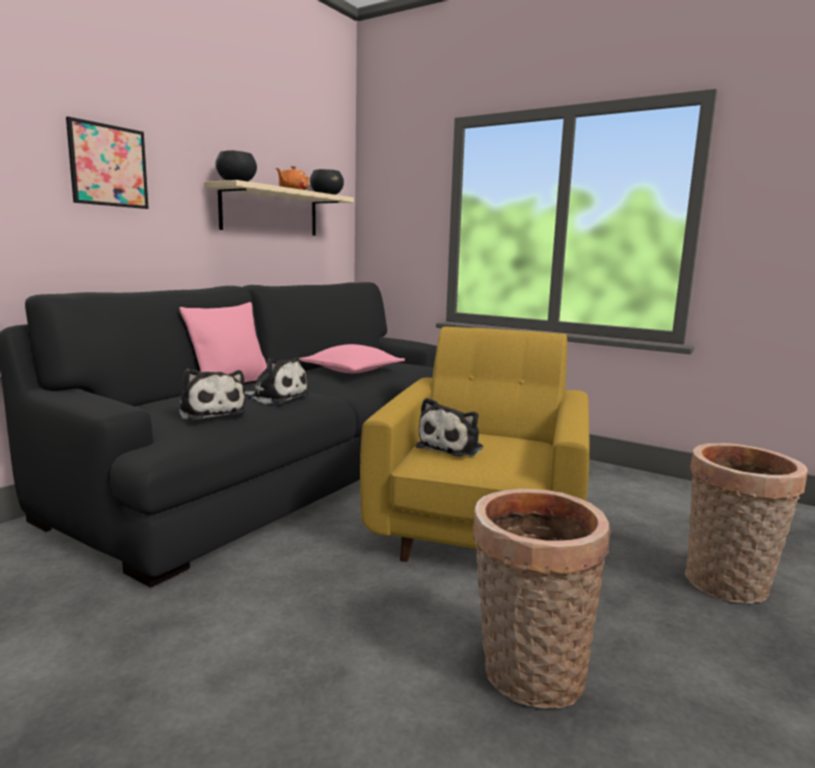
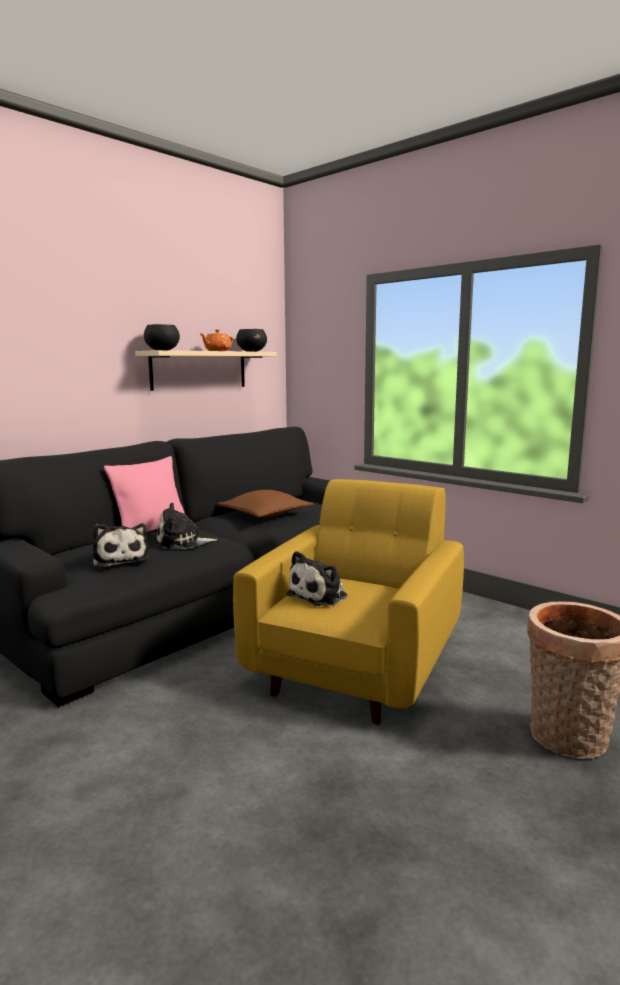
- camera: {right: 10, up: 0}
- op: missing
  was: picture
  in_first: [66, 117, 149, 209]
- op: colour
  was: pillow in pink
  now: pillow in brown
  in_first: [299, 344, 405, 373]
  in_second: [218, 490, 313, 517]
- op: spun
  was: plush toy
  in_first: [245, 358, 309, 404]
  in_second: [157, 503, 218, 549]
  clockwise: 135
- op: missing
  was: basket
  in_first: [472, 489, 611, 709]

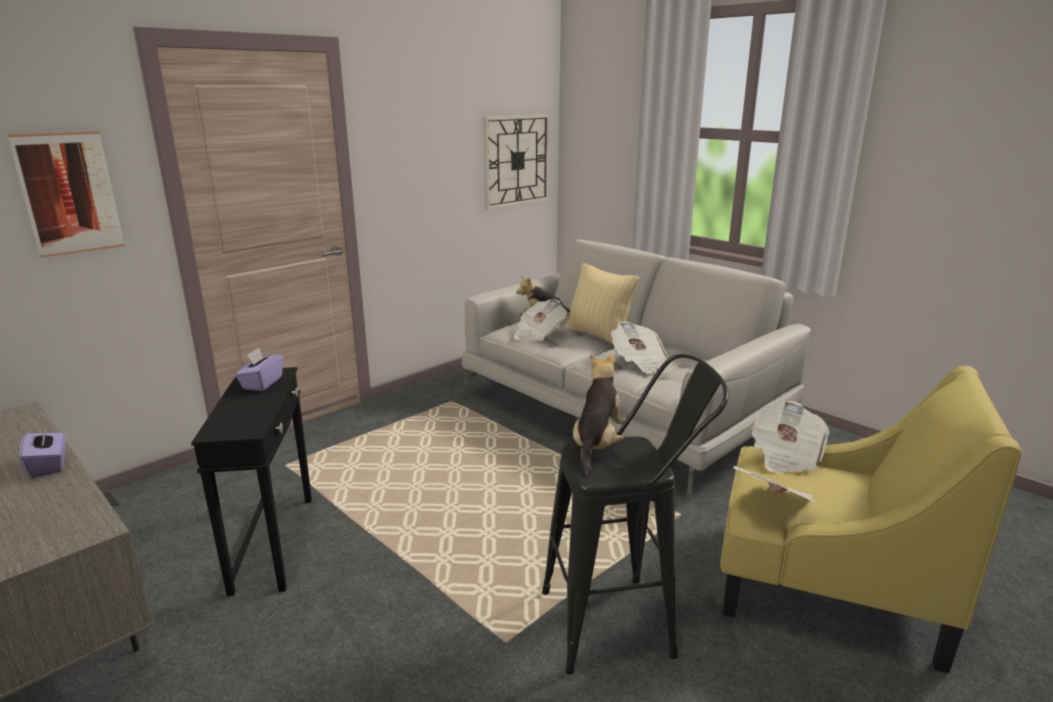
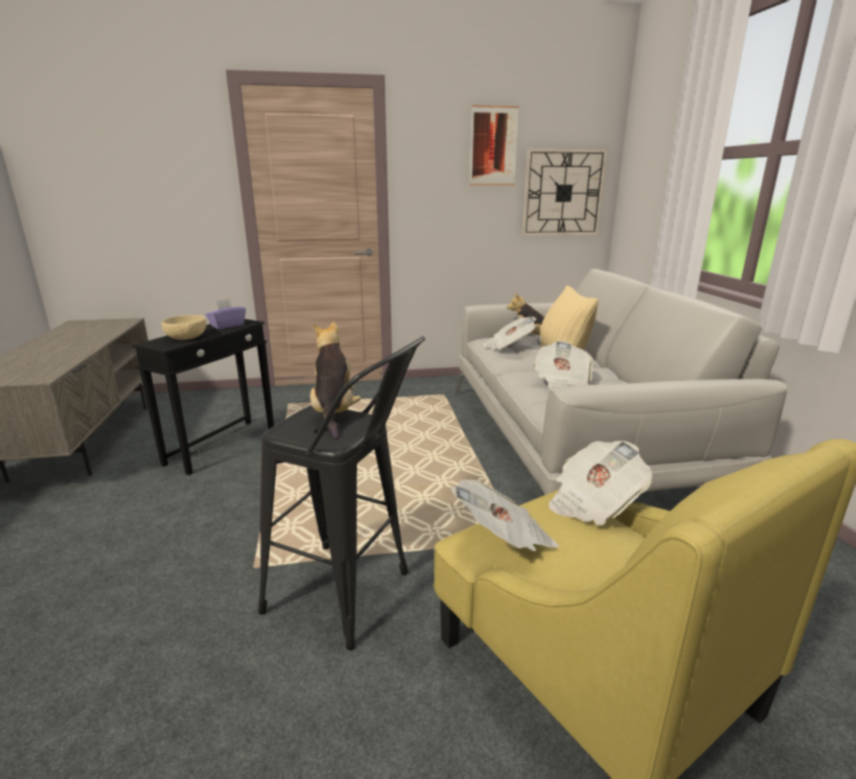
- camera: {right: 35, up: 0}
- op: relocated
  was: picture
  in_first: [8, 131, 125, 258]
  in_second: [470, 105, 519, 185]
- op: spun
  was: plush toy
  in_first: [573, 354, 624, 476]
  in_second: [310, 322, 361, 439]
  clockwise: -60
- op: missing
  was: tissue box in purple
  in_first: [20, 425, 66, 478]
- op: appeared
  now: bowl in beige
  in_second: [162, 315, 206, 340]

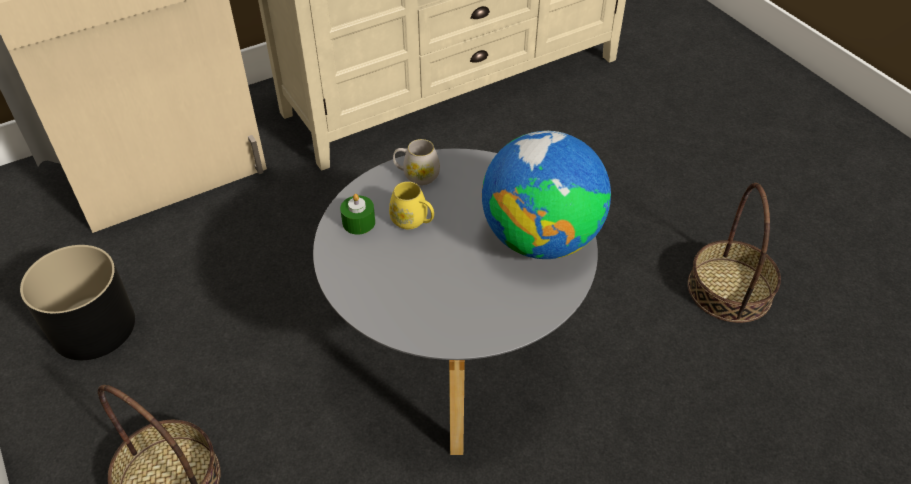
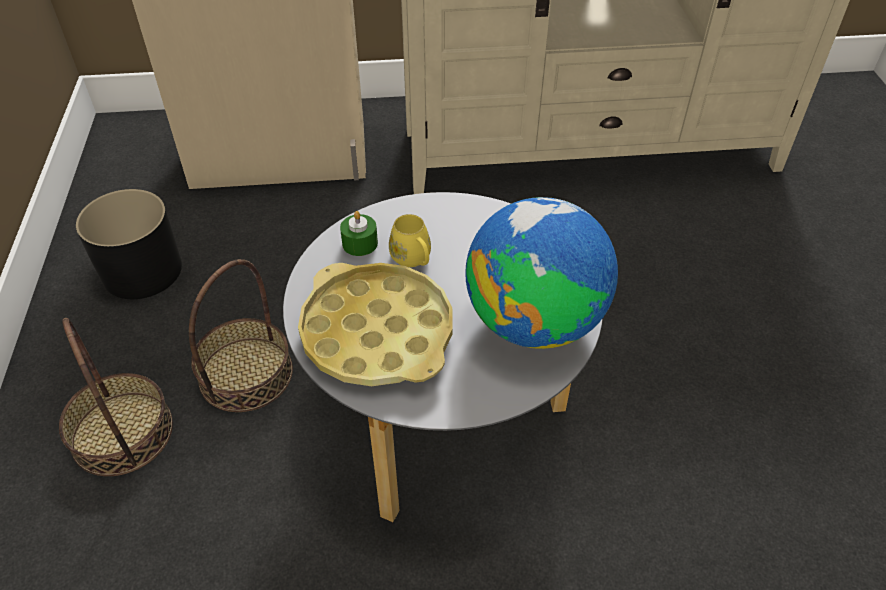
- camera: {right: 25, up: 0}
- op: missing
  was: mug in white
  in_first: [393, 139, 440, 185]
- op: relocated
  was: basket
  in_first: [688, 183, 781, 323]
  in_second: [189, 259, 293, 412]
- op: appeared
  now: tray in yellow
  in_second: [298, 263, 452, 386]

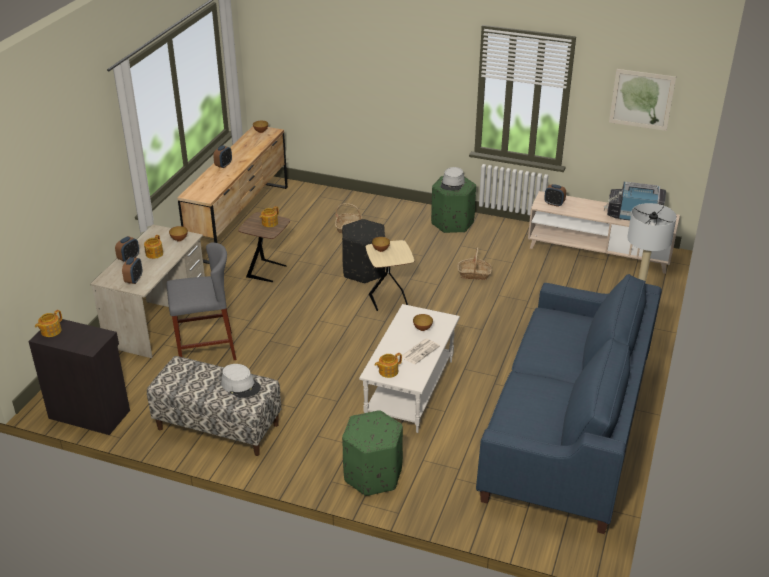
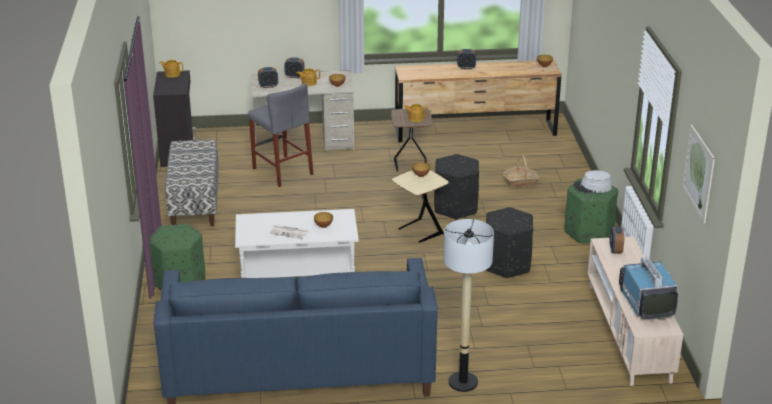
- camera: {right: 65, up: -5}
- op: exchanged
  was: basket
  now: ottoman in black
  in_first: [457, 247, 492, 280]
  in_second: [485, 207, 533, 279]
- op: missing
  was: teapot
  in_first: [375, 353, 402, 378]
- op: missing
  was: hat in grey
  in_first: [221, 364, 261, 398]

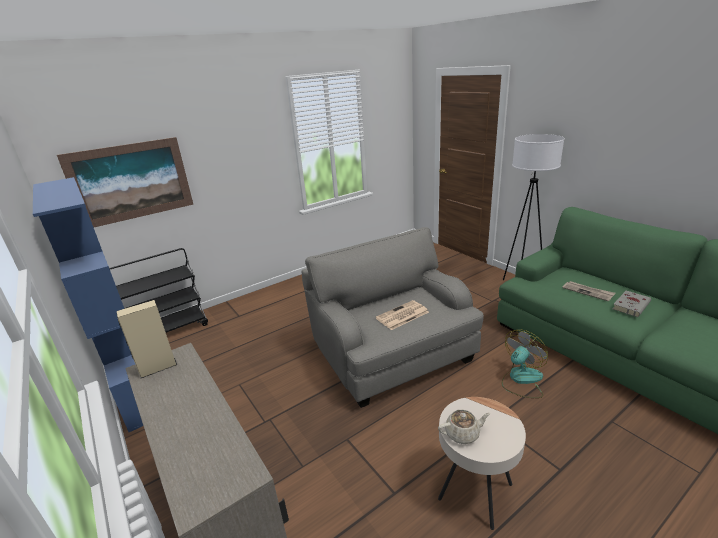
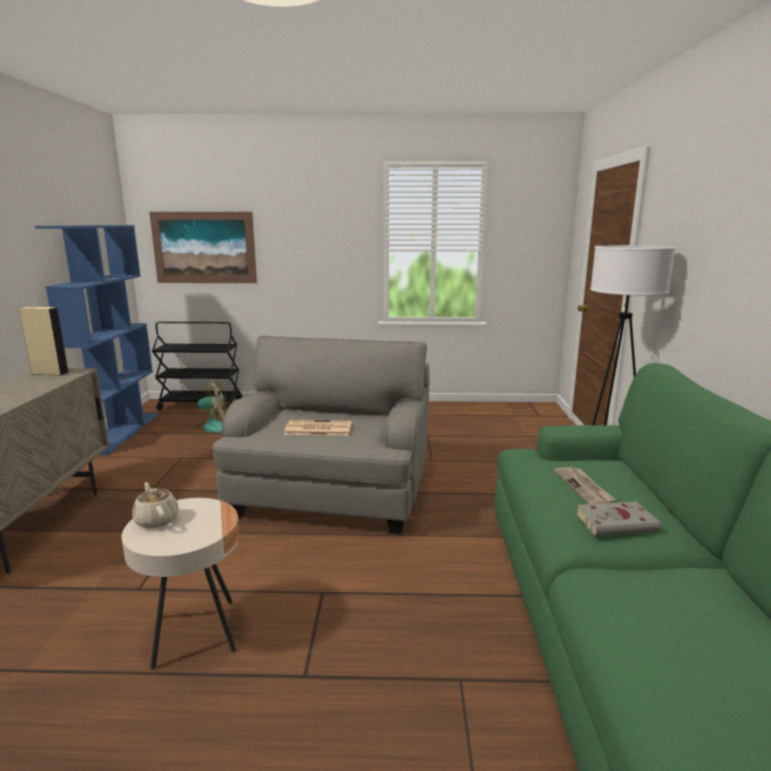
- camera: {right: 35, up: -10}
- op: relocated
  was: fan
  in_first: [502, 329, 548, 398]
  in_second: [187, 381, 228, 438]
- op: spun
  was: teapot in beige
  in_first: [438, 410, 491, 444]
  in_second: [132, 482, 179, 528]
  clockwise: -150

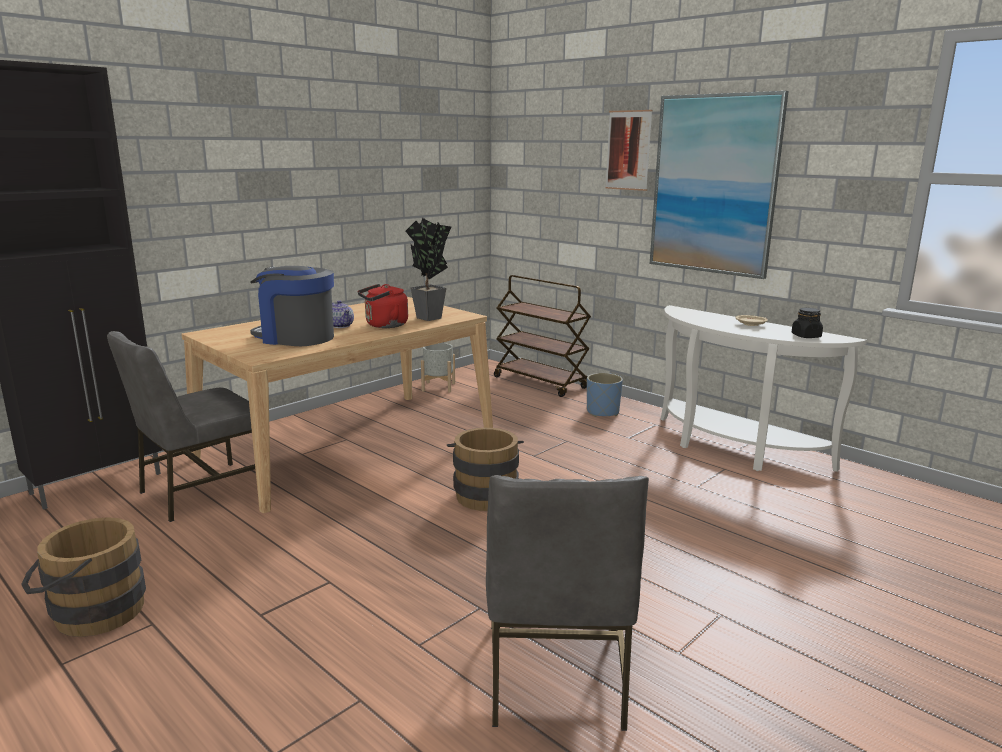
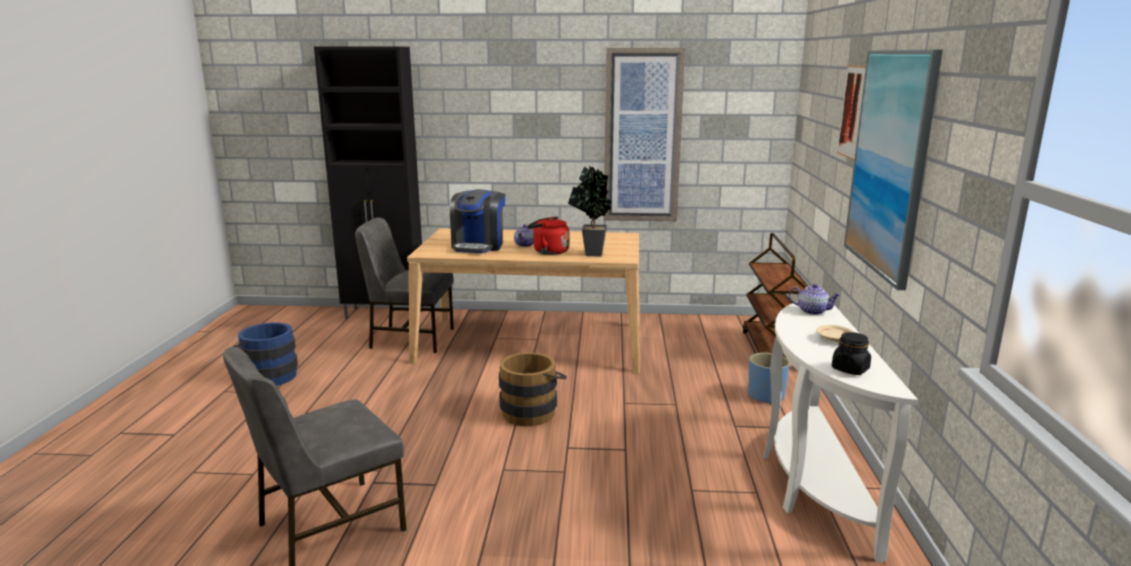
- camera: {right: 50, up: 0}
- op: spun
  was: coffee machine
  in_first: [250, 266, 334, 346]
  in_second: [450, 189, 505, 253]
  clockwise: -150
- op: missing
  was: planter in grey
  in_first: [421, 343, 455, 393]
- op: colour
  was: bucket in brown
  now: bucket in blue
  in_first: [21, 517, 146, 637]
  in_second: [233, 323, 298, 386]
- op: appeared
  now: picture
  in_second: [604, 48, 685, 221]
- op: appeared
  now: teapot
  in_second: [789, 284, 841, 315]

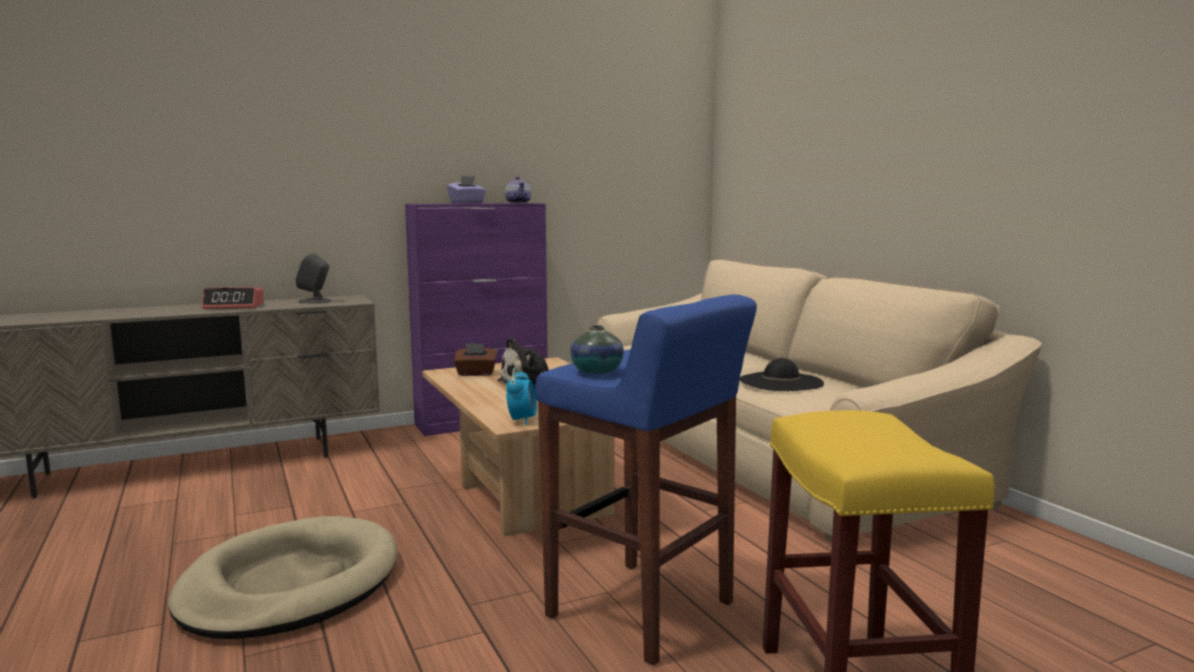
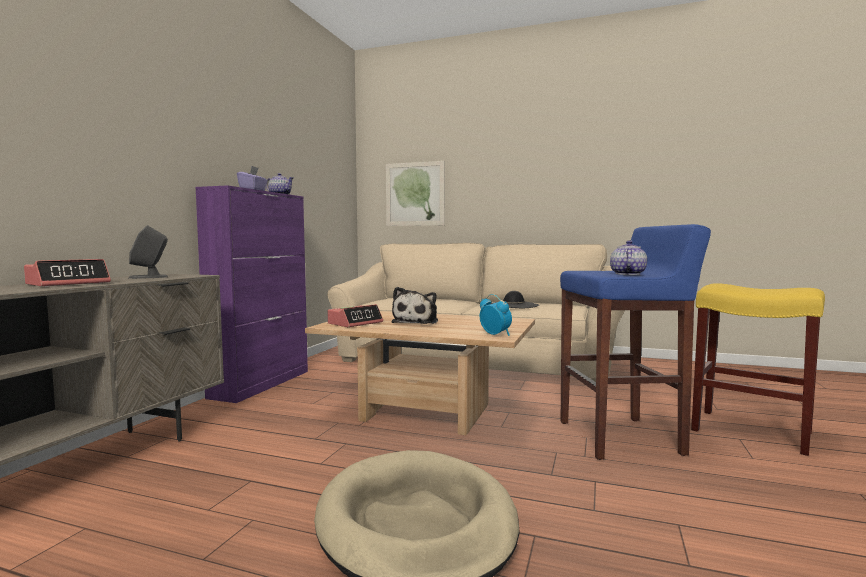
- camera: {right: -45, up: -5}
- op: exchanged
  was: vase
  now: teapot
  in_first: [570, 325, 624, 374]
  in_second: [610, 240, 647, 275]
- op: exchanged
  was: tissue box in brown
  now: alarm clock
  in_first: [454, 343, 497, 376]
  in_second: [327, 304, 383, 327]
- op: appeared
  now: picture
  in_second: [386, 161, 445, 226]

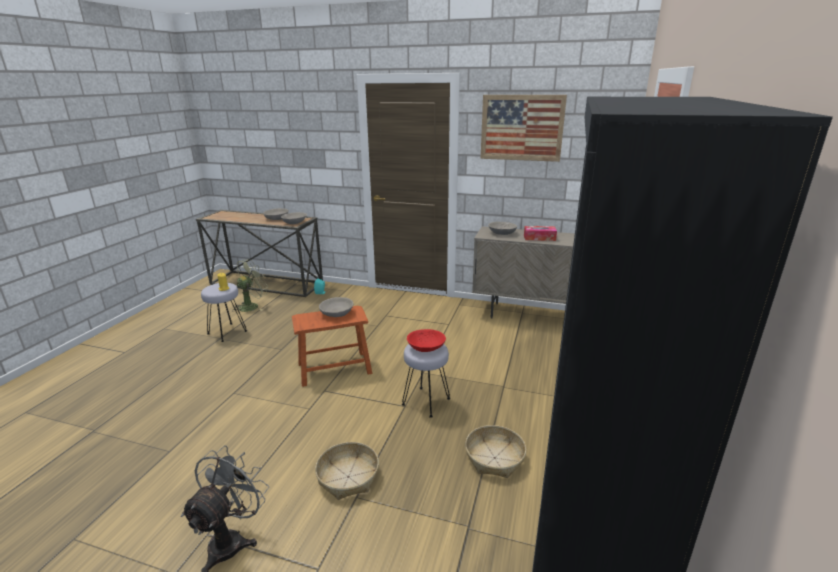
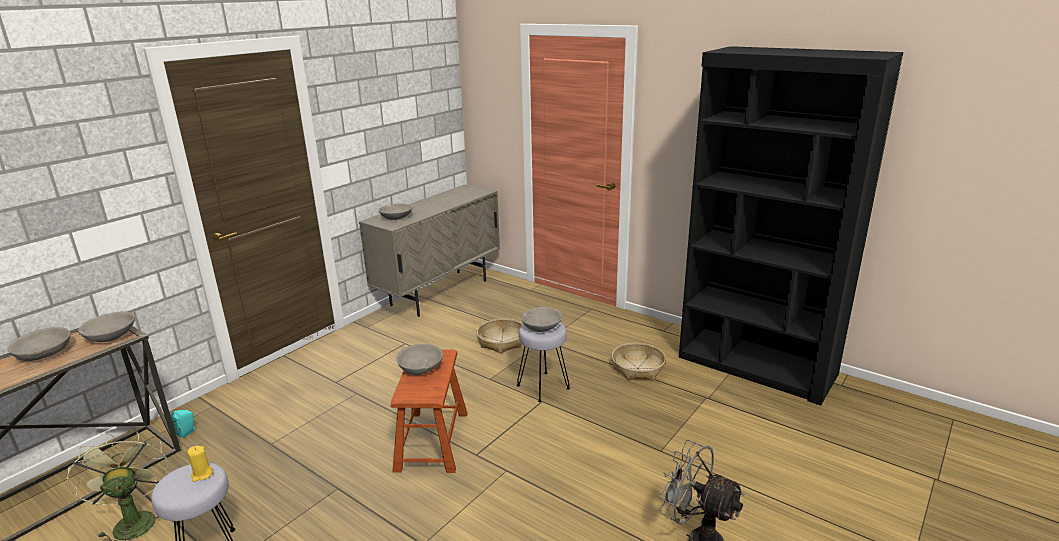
- camera: {right: -70, up: 0}
- op: missing
  was: picture
  in_first: [481, 95, 567, 162]
- op: missing
  was: tissue box
  in_first: [524, 226, 557, 241]
- op: colour
  was: bowl in red
  now: bowl in grey
  in_first: [407, 329, 446, 352]
  in_second: [522, 307, 563, 332]
- op: relocated
  was: basket
  in_first: [315, 442, 379, 500]
  in_second: [477, 319, 523, 353]

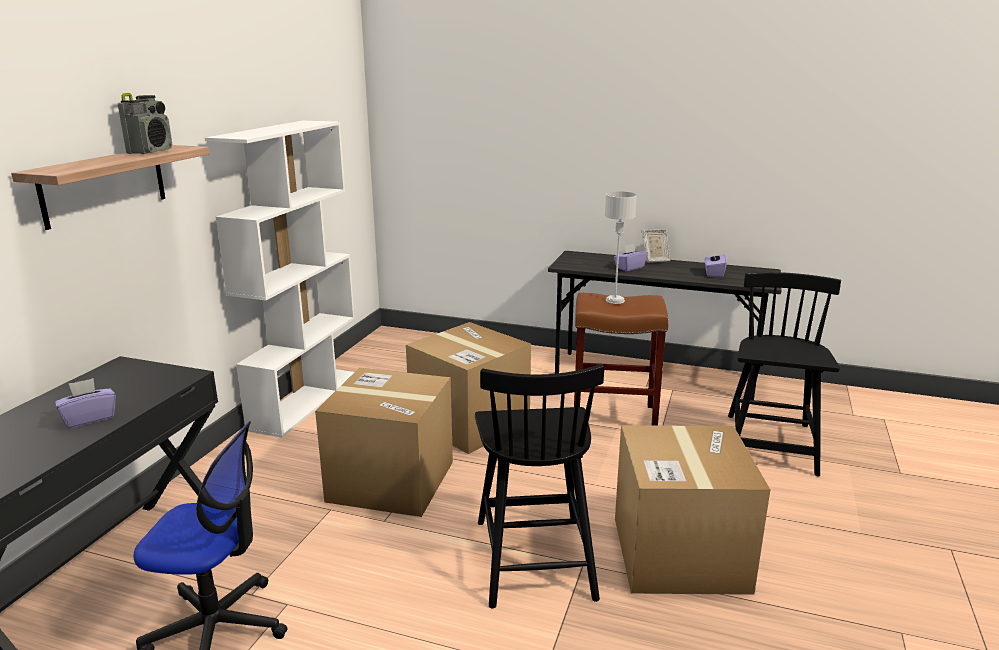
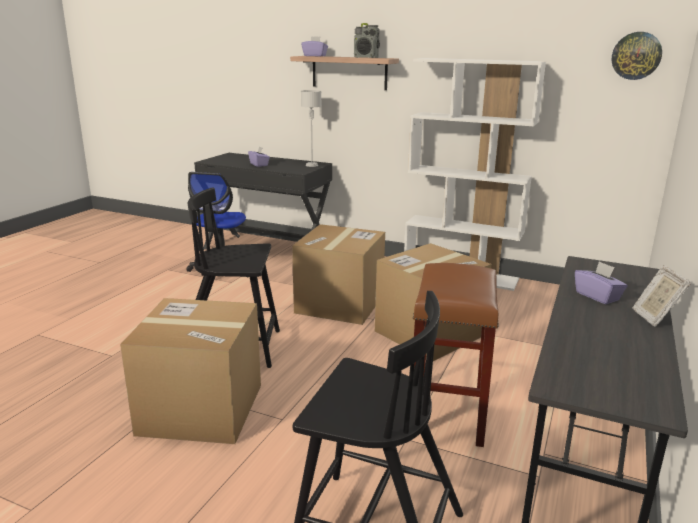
- camera: {right: 95, up: 0}
- op: relocated
  was: table lamp in grey
  in_first: [605, 191, 637, 304]
  in_second: [301, 90, 322, 167]
- op: relocated
  was: tissue box in purple
  in_first: [704, 249, 727, 278]
  in_second: [301, 36, 328, 57]
- op: appeared
  now: wall clock
  in_second: [612, 32, 662, 80]

